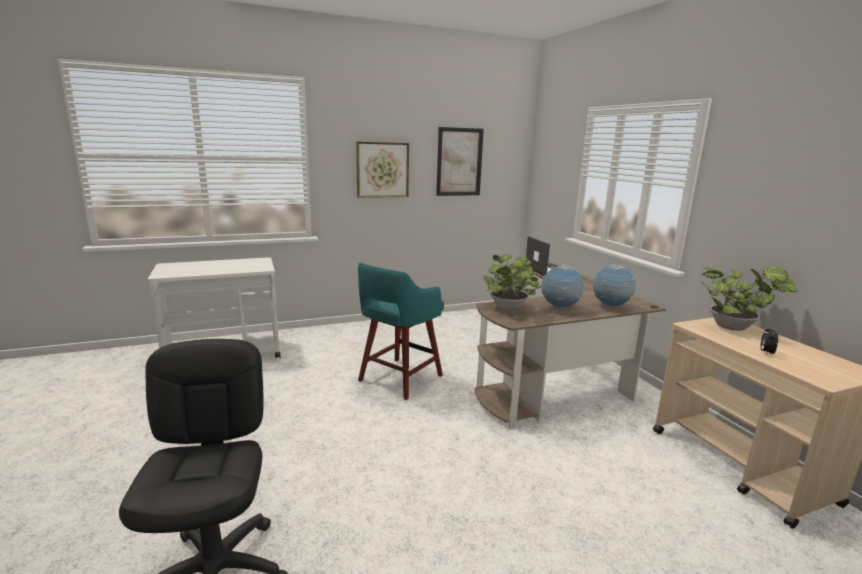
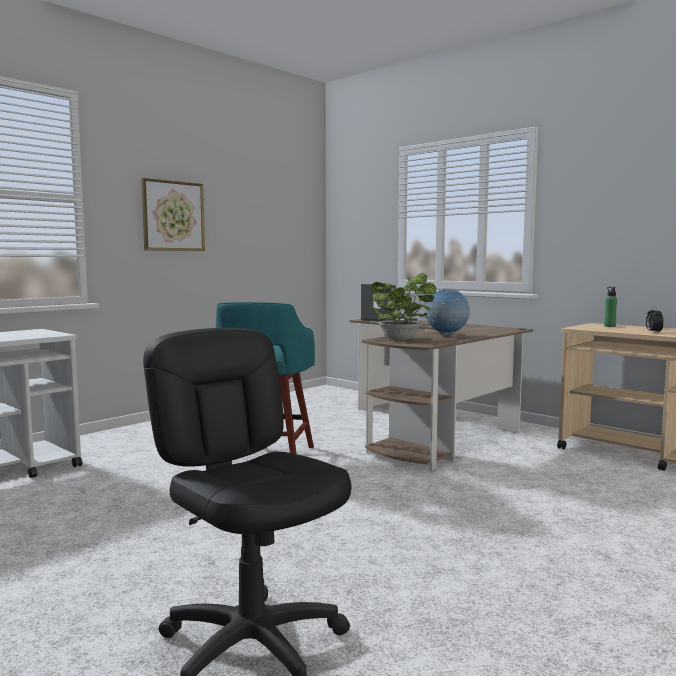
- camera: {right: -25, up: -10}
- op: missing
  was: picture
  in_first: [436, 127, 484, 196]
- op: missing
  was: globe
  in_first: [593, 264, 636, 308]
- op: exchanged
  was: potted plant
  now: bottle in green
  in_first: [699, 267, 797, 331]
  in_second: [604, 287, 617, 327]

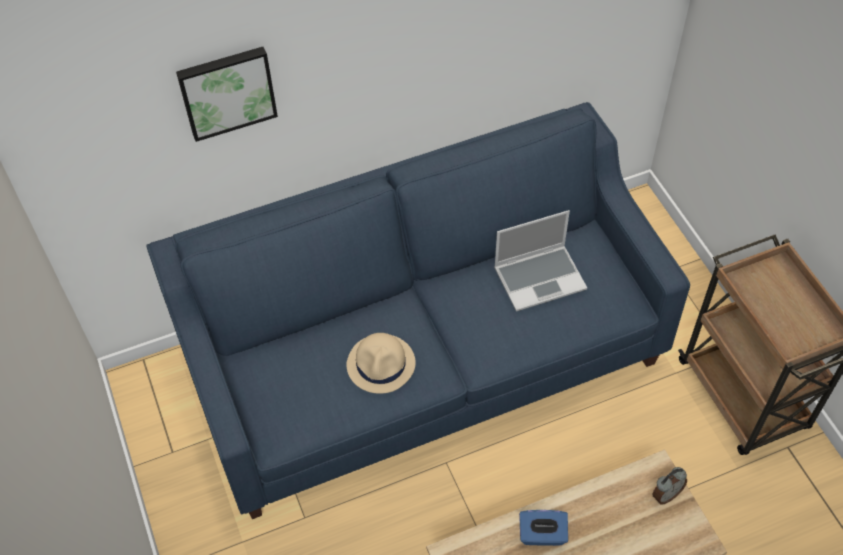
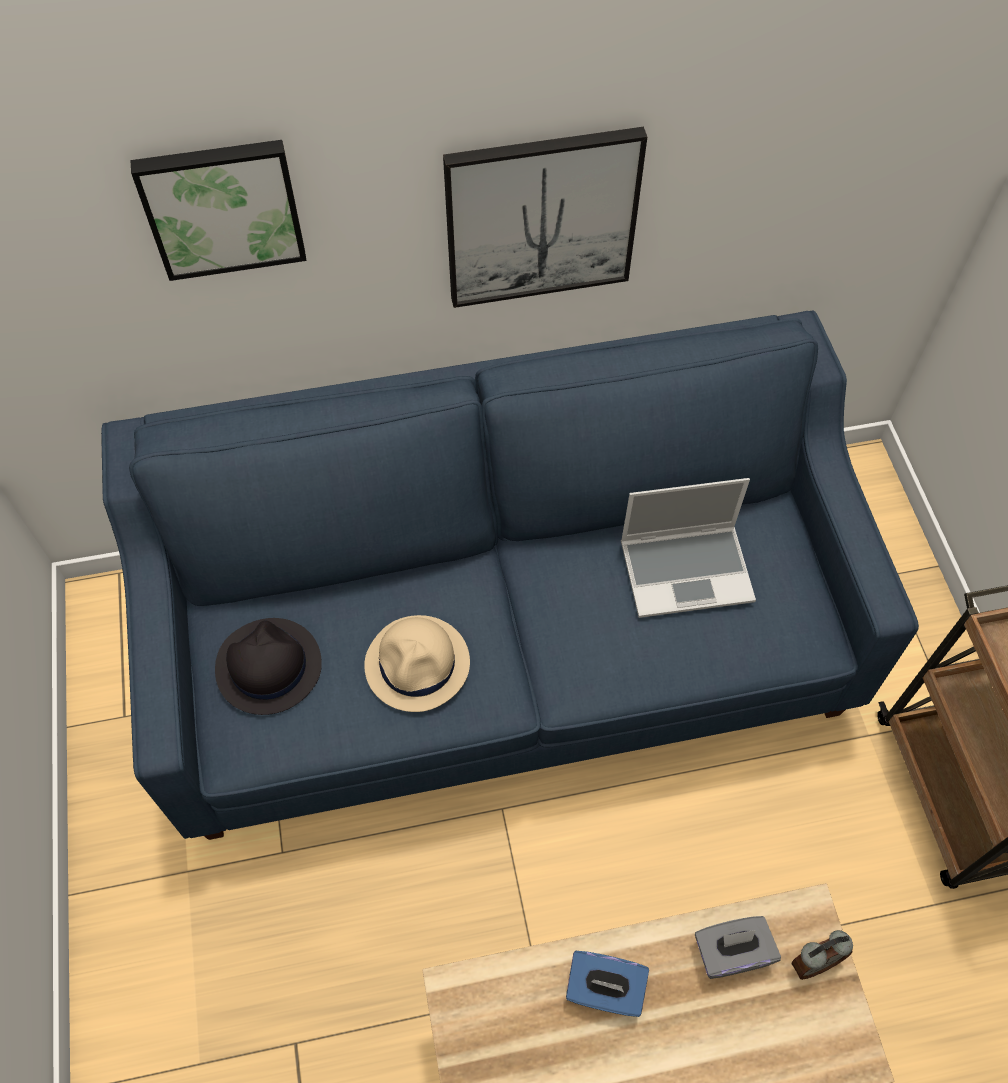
- camera: {right: 10, up: 5}
- op: appeared
  now: picture
  in_second: [443, 127, 647, 308]
- op: appeared
  now: hat in black
  in_second: [215, 618, 322, 715]
- op: appeared
  now: tissue box in grey
  in_second: [695, 916, 781, 979]

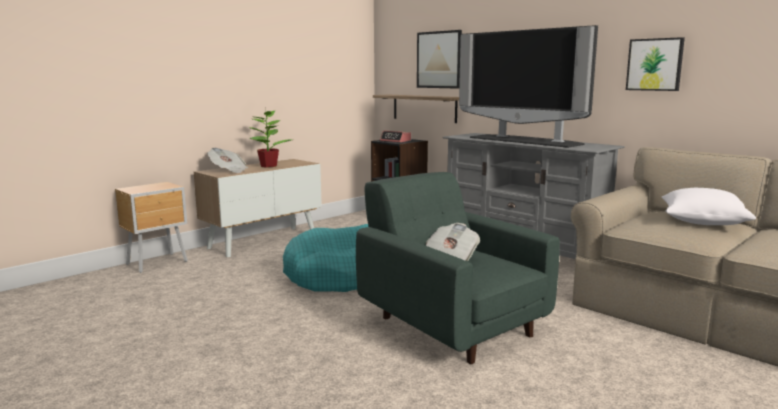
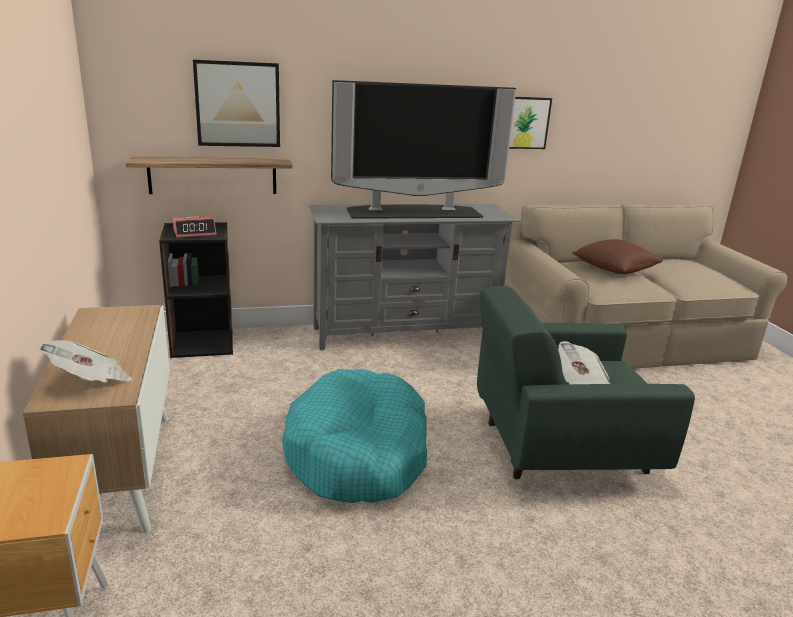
- camera: {right: -60, up: 10}
- op: missing
  was: potted plant
  in_first: [249, 111, 291, 168]
- op: colour
  was: pillow in white
  now: pillow in brown
  in_first: [662, 188, 756, 225]
  in_second: [572, 239, 663, 274]

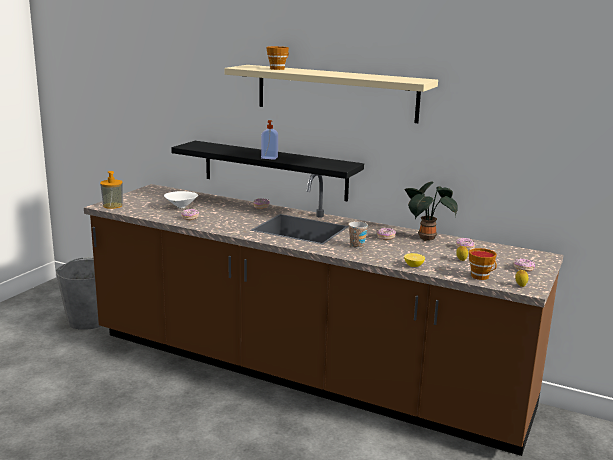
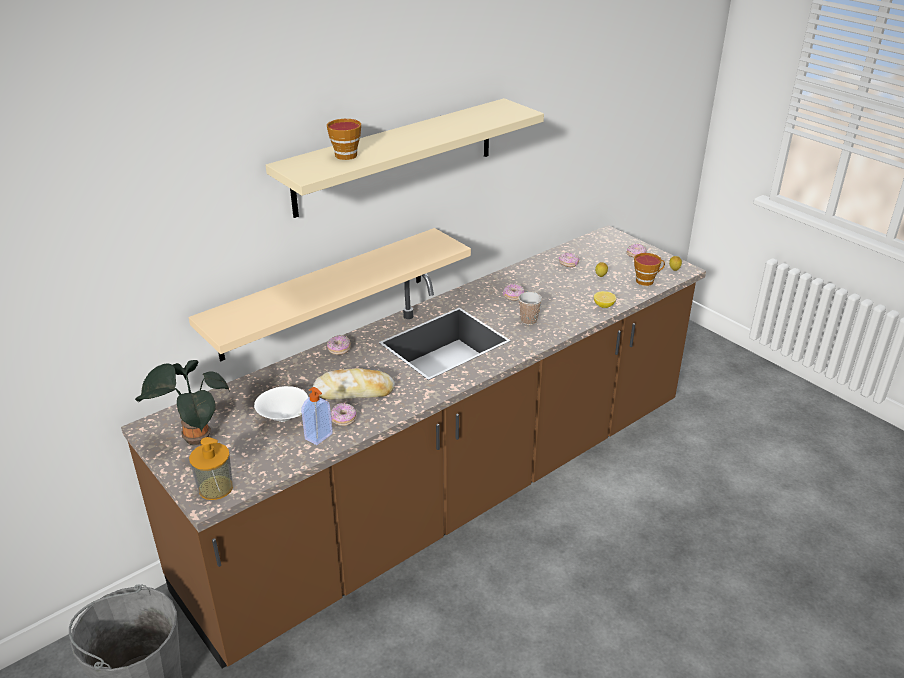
- camera: {right: -65, up: 15}
- op: relocated
  was: soap dispenser
  in_first: [261, 120, 278, 160]
  in_second: [301, 387, 333, 445]
- op: colour
  was: shelf in black
  now: shelf in beige
  in_first: [171, 141, 364, 202]
  in_second: [189, 228, 471, 361]
- op: relocated
  was: potted plant
  in_first: [405, 182, 458, 241]
  in_second: [135, 360, 230, 445]
- op: appeared
  now: bread
  in_second: [313, 368, 395, 399]

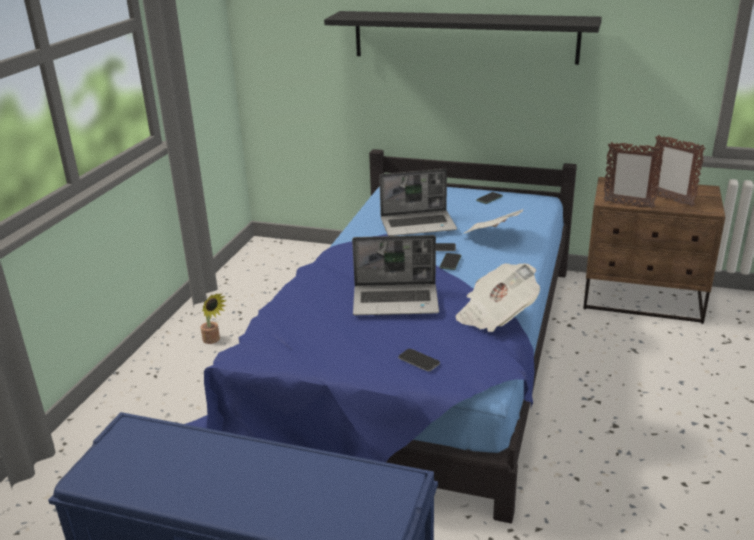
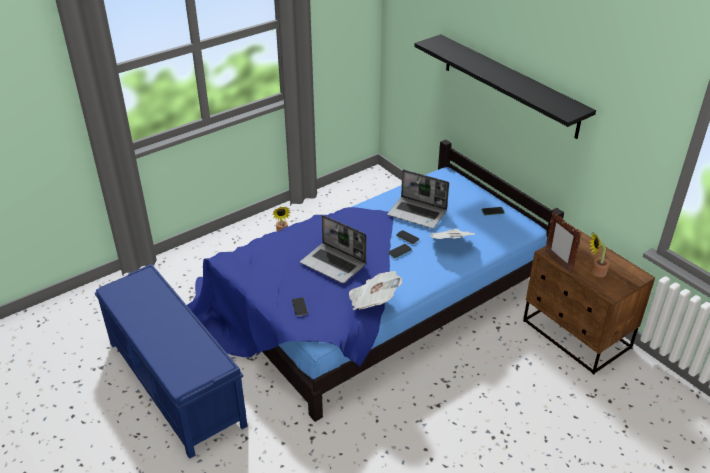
- camera: {right: 35, up: 10}
- op: exchanged
  was: picture frame
  now: potted plant
  in_first: [650, 135, 705, 207]
  in_second: [589, 233, 609, 277]

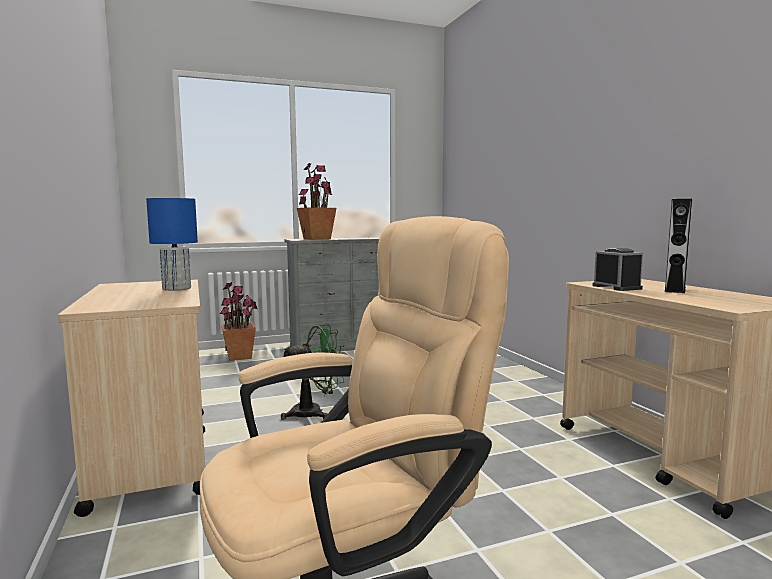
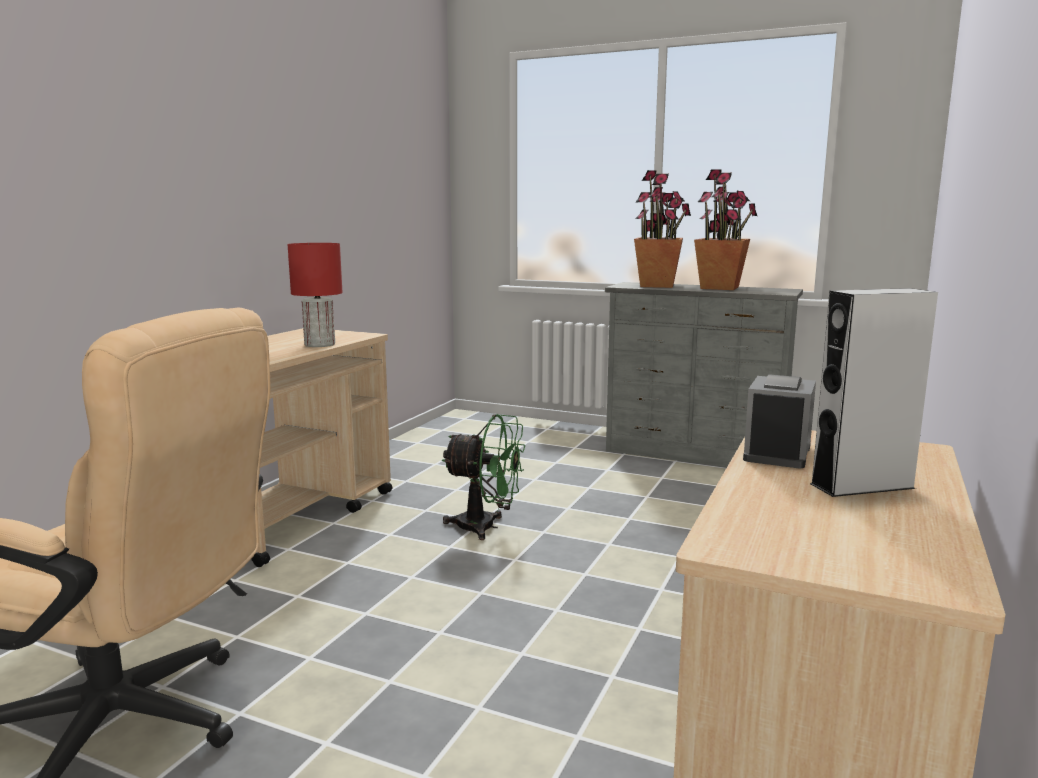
- camera: {right: 45, up: 5}
- op: colour
  was: table lamp in blue
  now: table lamp in red
  in_first: [146, 198, 198, 291]
  in_second: [288, 243, 343, 347]
- op: relocated
  was: potted plant
  in_first: [220, 282, 257, 361]
  in_second: [694, 169, 757, 290]

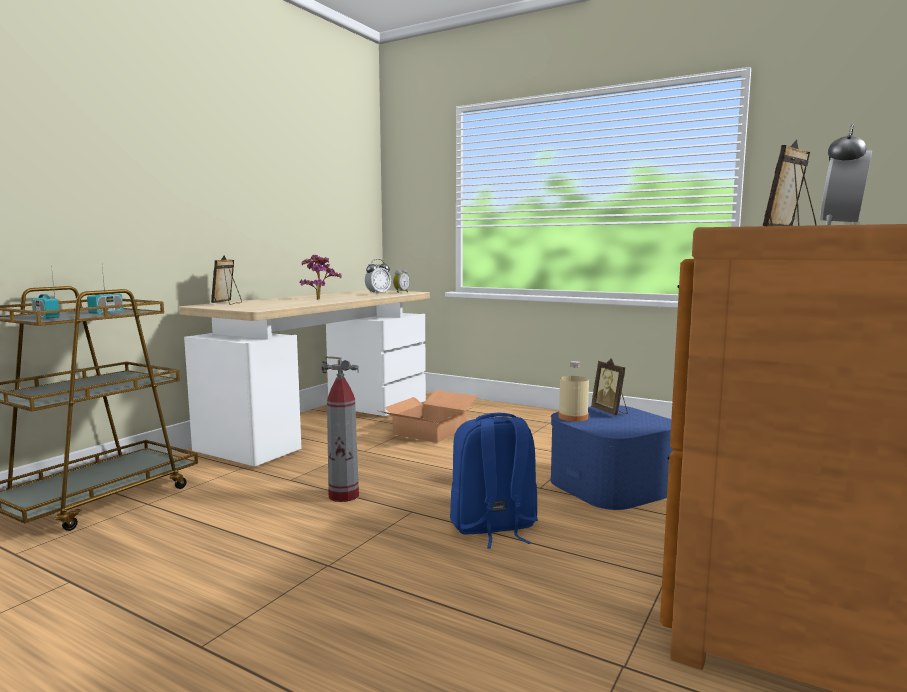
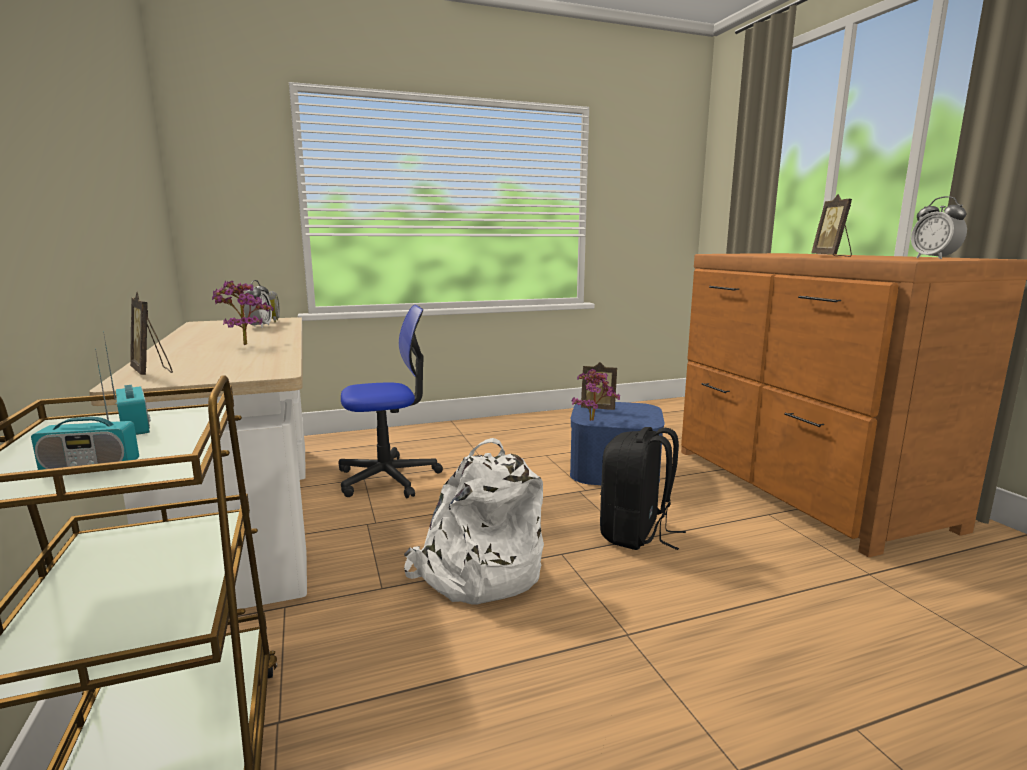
- camera: {right: -50, up: 5}
- op: exchanged
  was: fire extinguisher
  now: backpack in white
  in_first: [322, 356, 359, 502]
  in_second: [404, 438, 544, 605]
- op: exchanged
  was: bottle in beige
  now: potted plant
  in_first: [558, 361, 589, 422]
  in_second: [572, 369, 620, 421]
- op: exchanged
  was: cardboard box
  now: office chair
  in_first: [379, 390, 478, 443]
  in_second: [338, 305, 443, 498]
- op: colour
  was: backpack in blue
  now: backpack in black
  in_first: [450, 413, 538, 548]
  in_second: [600, 427, 686, 550]

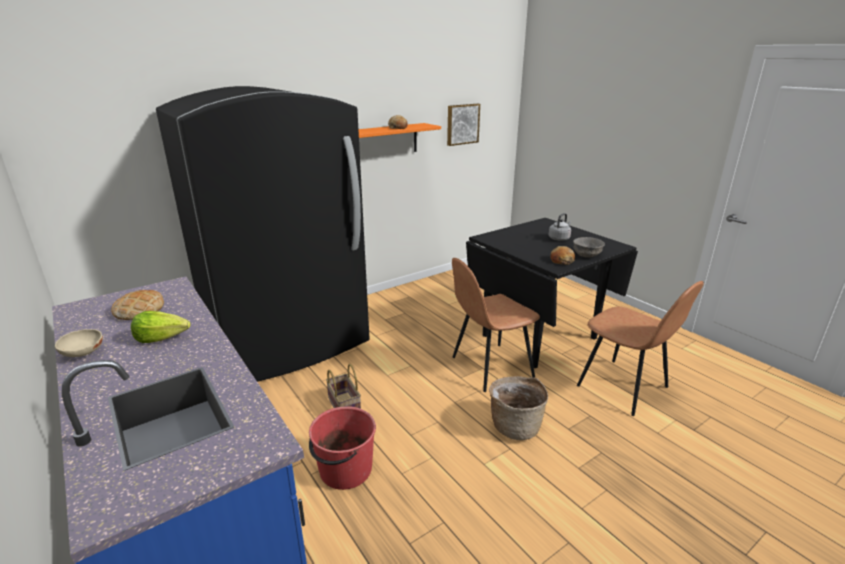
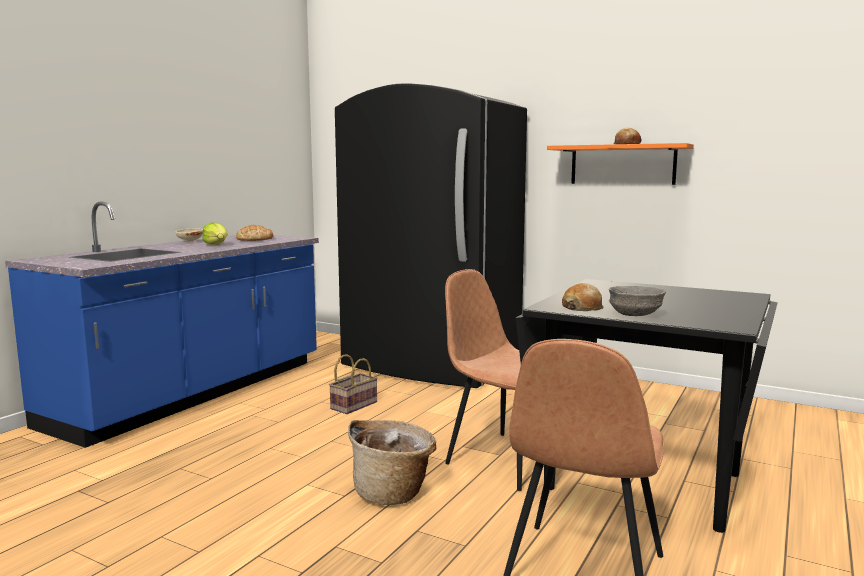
- camera: {right: 65, up: -15}
- op: missing
  was: picture
  in_first: [447, 104, 480, 146]
- op: missing
  was: kettle in grey
  in_first: [549, 213, 571, 241]
- op: missing
  was: bucket in red
  in_first: [309, 406, 376, 490]

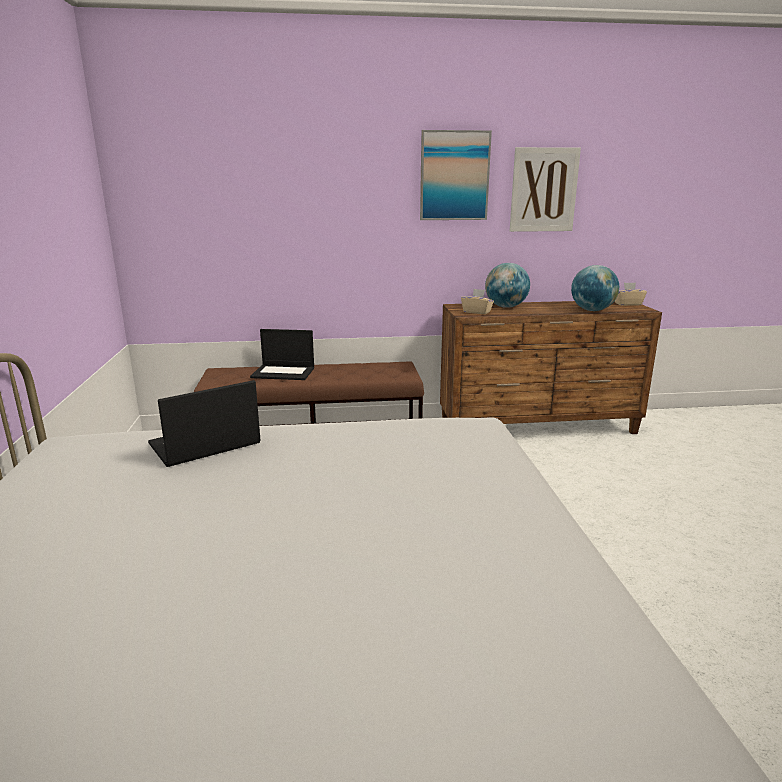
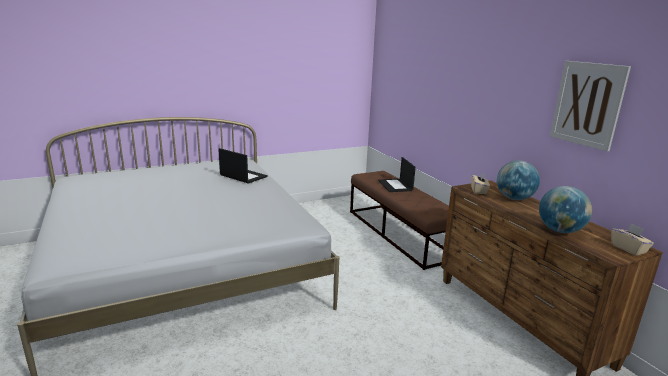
- camera: {right: 70, up: 0}
- op: missing
  was: picture
  in_first: [420, 130, 492, 220]

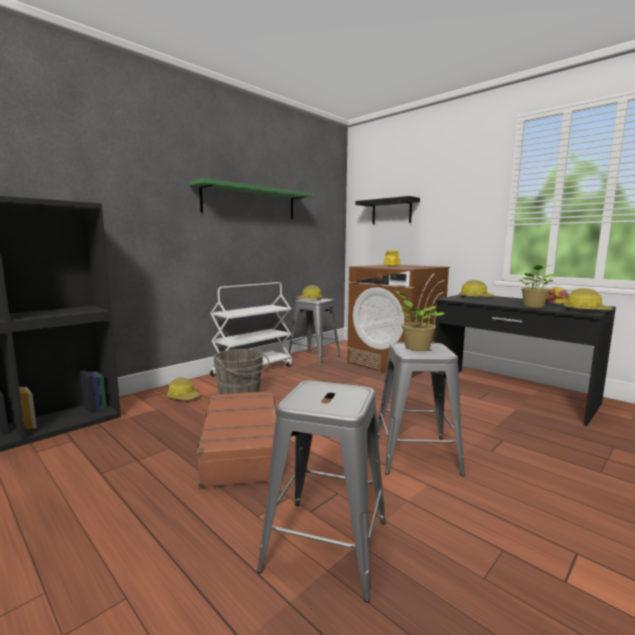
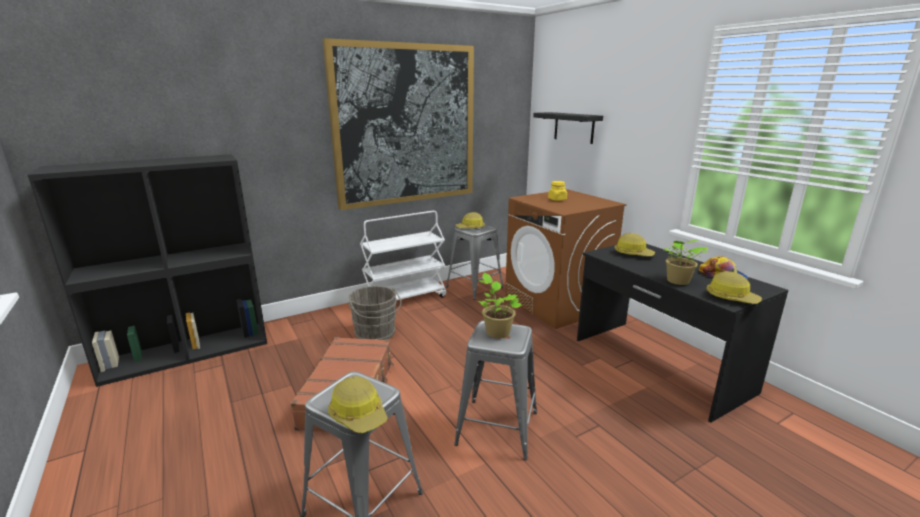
- camera: {right: 15, up: 10}
- op: exchanged
  was: shelf in green
  now: picture
  in_first: [189, 178, 314, 219]
  in_second: [323, 38, 474, 210]
- op: relocated
  was: hard hat
  in_first: [167, 377, 200, 400]
  in_second: [328, 376, 388, 433]

